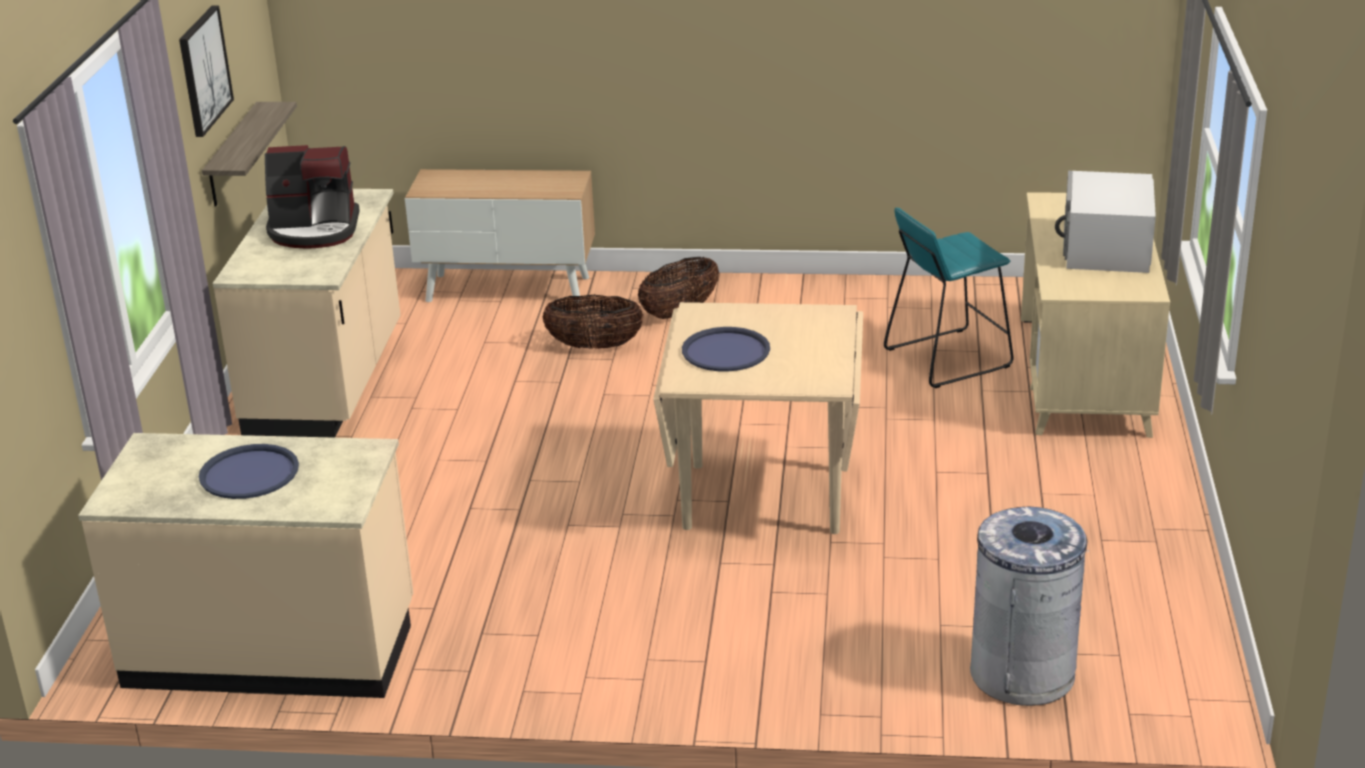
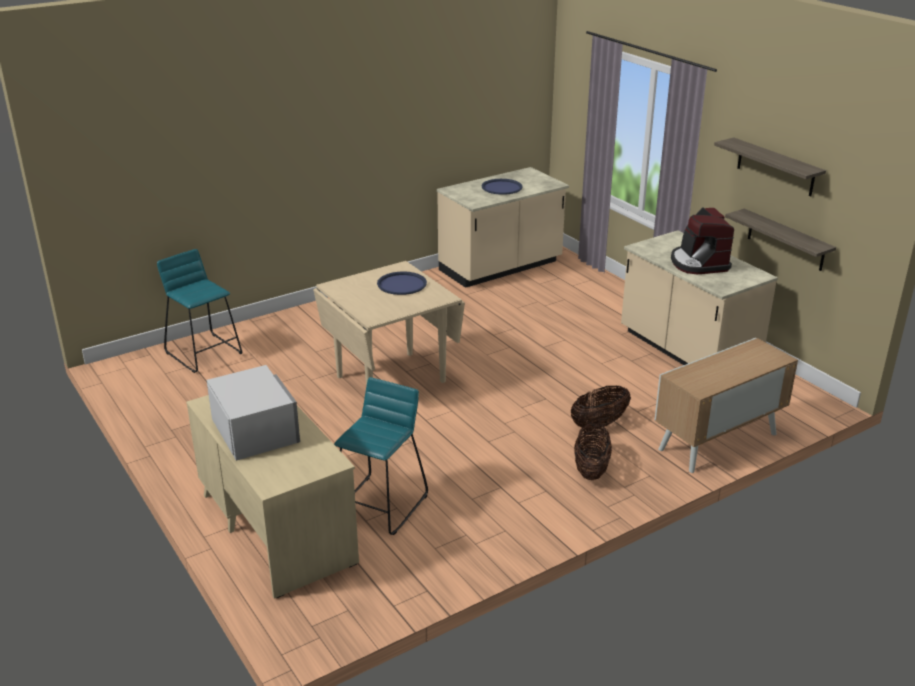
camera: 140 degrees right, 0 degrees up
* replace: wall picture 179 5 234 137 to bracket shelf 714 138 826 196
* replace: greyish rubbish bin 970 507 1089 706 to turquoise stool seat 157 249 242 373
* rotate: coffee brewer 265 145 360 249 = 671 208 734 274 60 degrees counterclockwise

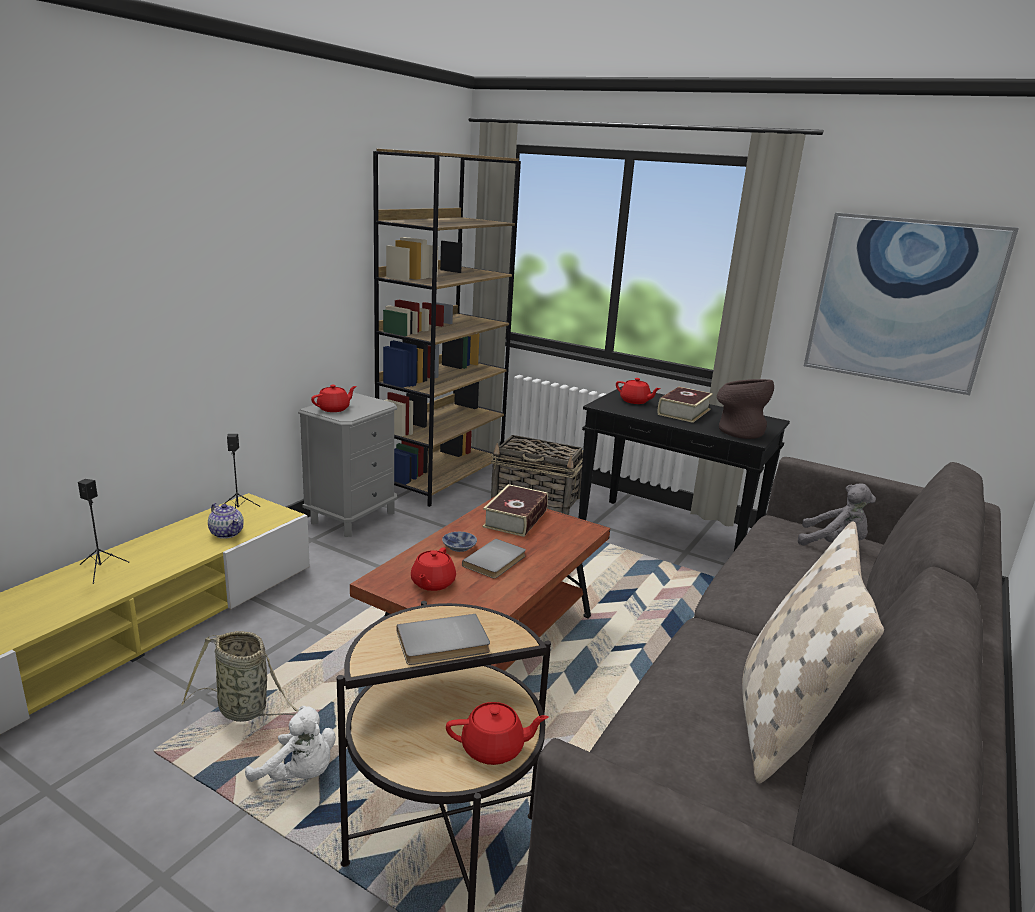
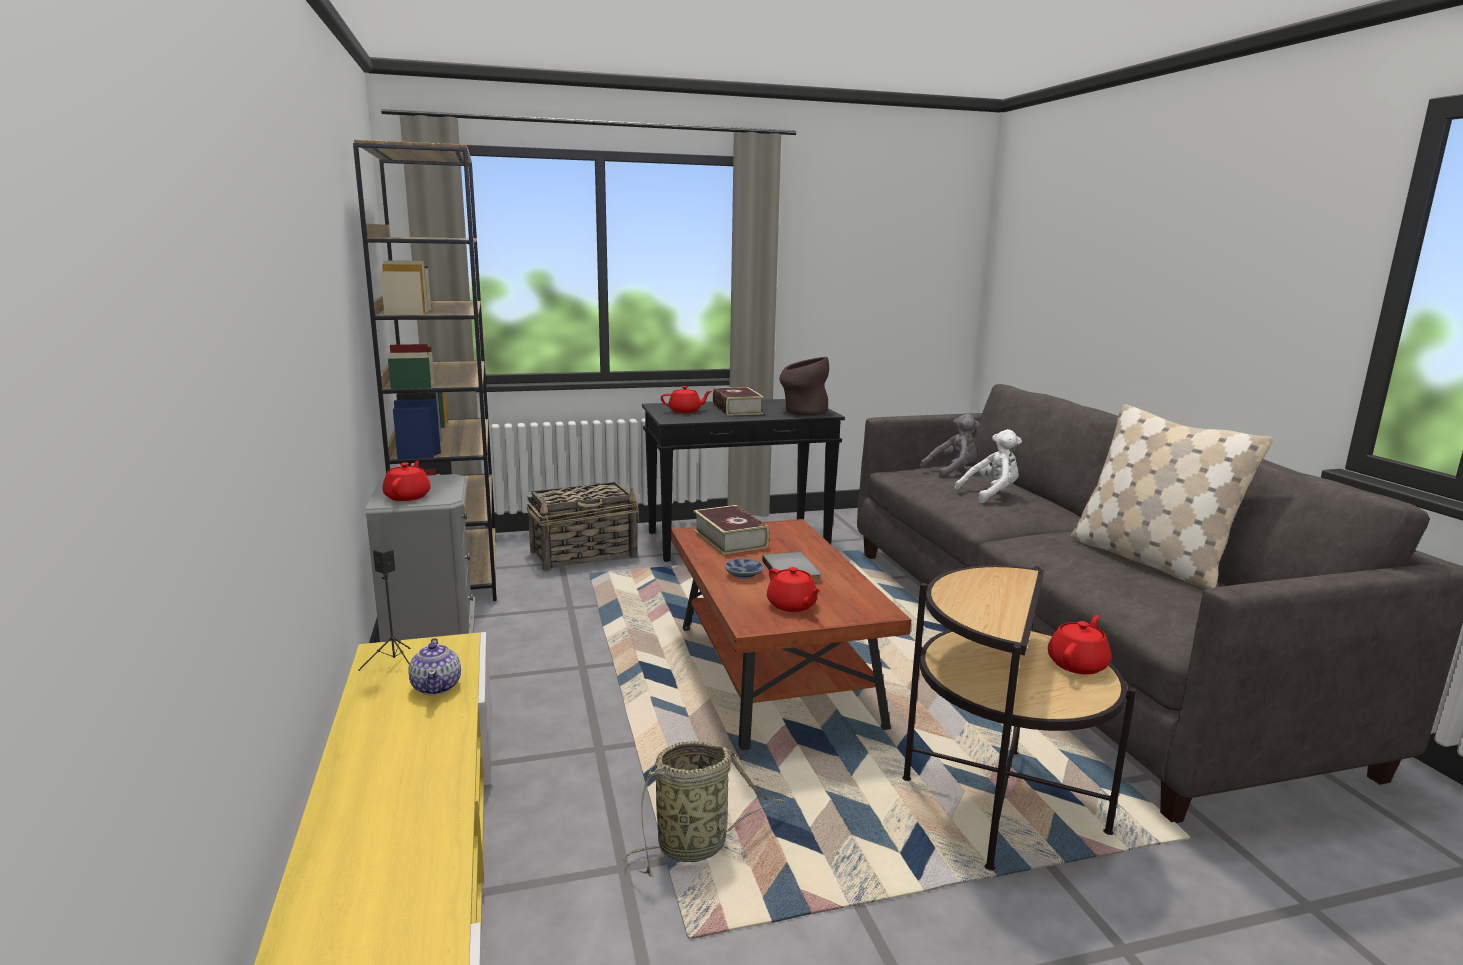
camera: 45 degrees left, 5 degrees down
* delete: black-coloured audio speaker 78 479 129 584
* delete: greyish bound book 397 614 490 665
* delete: wall picture 804 213 1019 395
* move: white-coloured cuddly toy 245 706 335 782 to 954 429 1022 503
* rotate: teapot 208 503 244 539 = 408 638 461 695 75 degrees clockwise

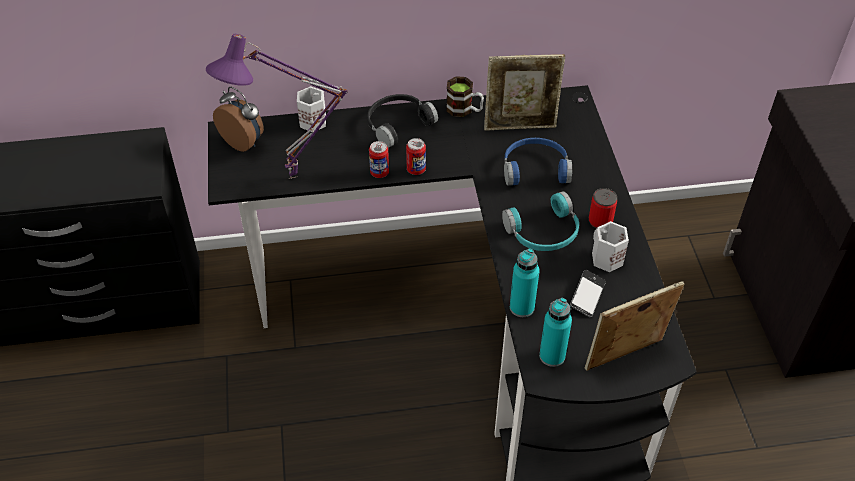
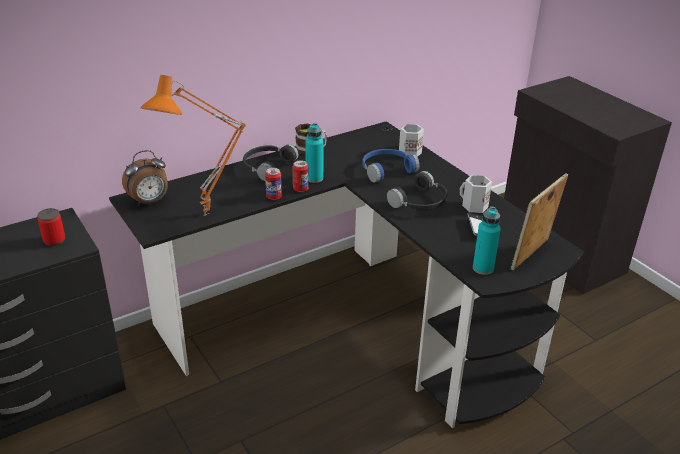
camera: 25 degrees left, 15 degrees down
* delete: photo frame 484 54 565 130
* move: white-coloured coffee mug 297 86 326 132 to 399 124 424 157
* move: turquoise bottle 510 248 540 317 to 305 123 324 183
* move: metal can 589 188 617 229 to 37 208 65 246
* recolor: purplish tabletop lamp 206 34 348 179 to orange tabletop lamp 141 75 246 216
* recolor: turquoise headset 502 191 579 251 to black-coloured headset 387 171 448 211
* rotate: alarm clock 213 87 264 152 = 122 150 168 206 135 degrees clockwise

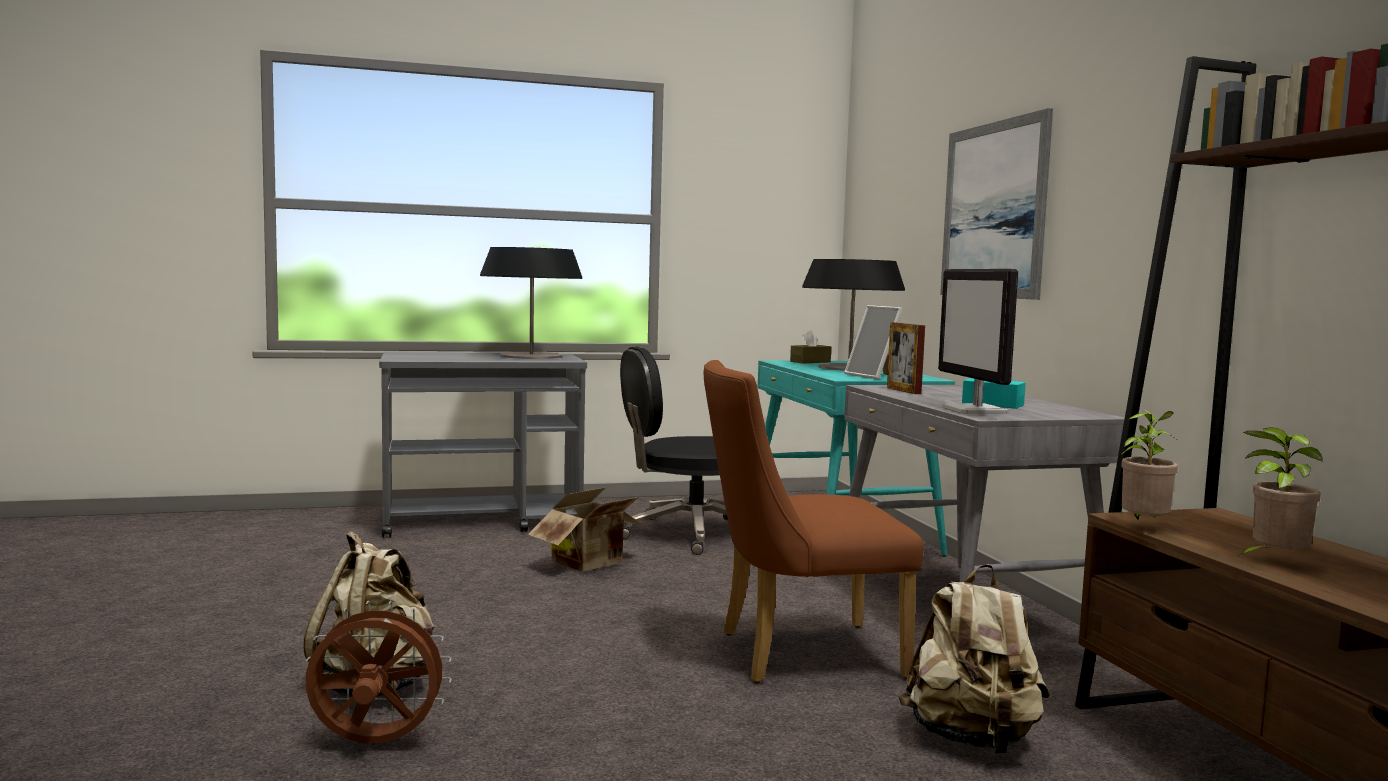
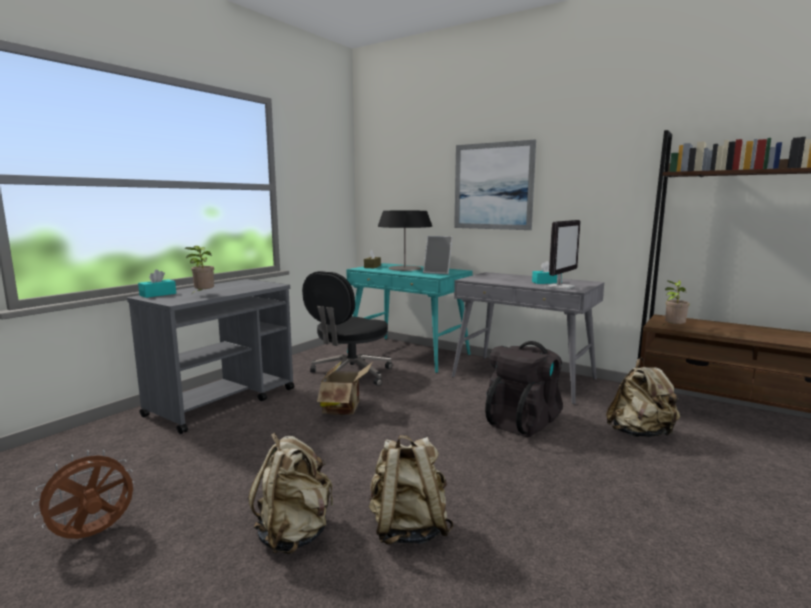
camera: 40 degrees left, 5 degrees up
* delete: tabletop lamp 480 247 582 359
* delete: photo frame 887 323 925 394
* insert: turquoise box of tissues 138 269 176 298
* insert: beige rucksack 248 433 333 554
* move: brown electric fan 306 601 452 743 to 32 450 134 539
* move: potted plant 1237 427 1323 557 to 184 246 214 293
* replace: brown upright chair 704 360 924 683 to black-coloured rucksack 485 341 563 437
* rotate: monitor 938 269 1018 414 = 544 220 581 290 90 degrees counterclockwise

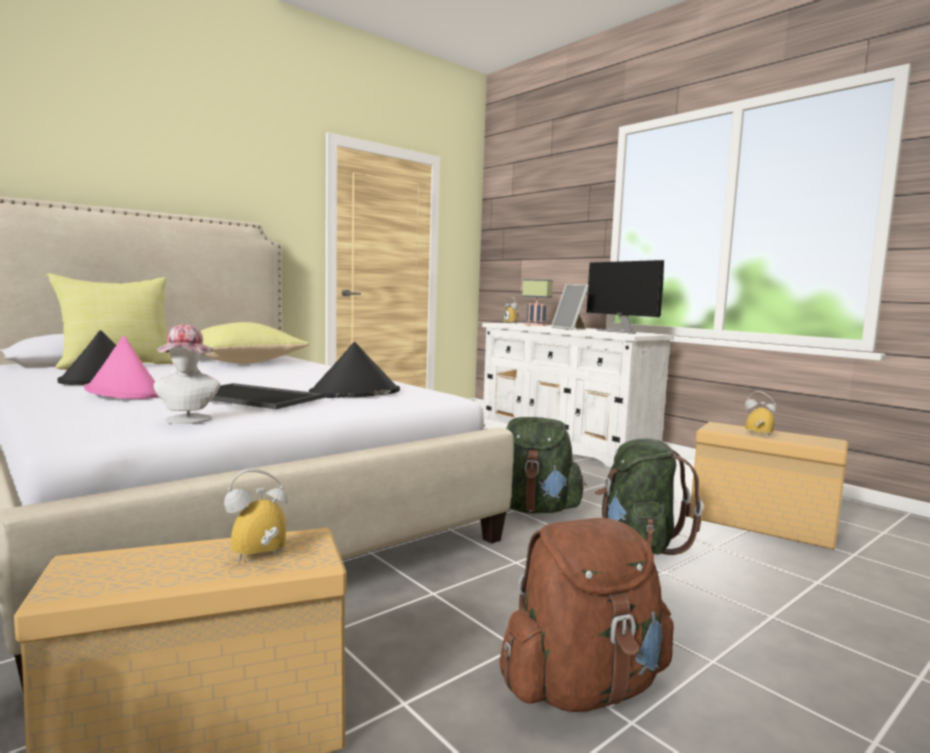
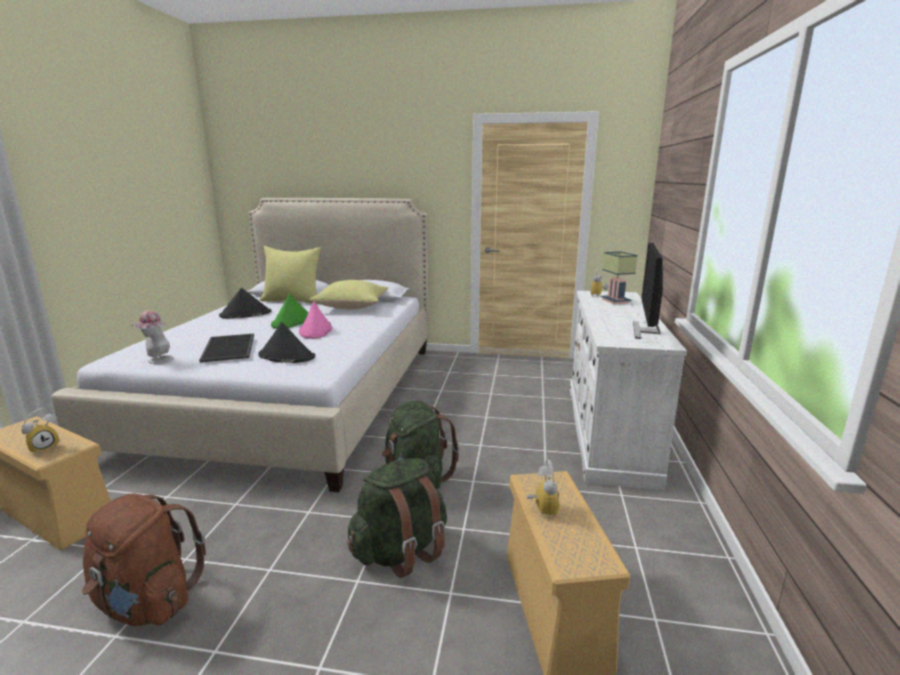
camera: 50 degrees right, 10 degrees up
* delete: photo frame 551 284 589 330
* insert: green wearable hat 271 294 308 329
* move: pink wearable hat 84 336 159 399 to 299 302 333 339
* rotate: alarm clock 224 469 288 564 = 21 408 60 455 105 degrees clockwise

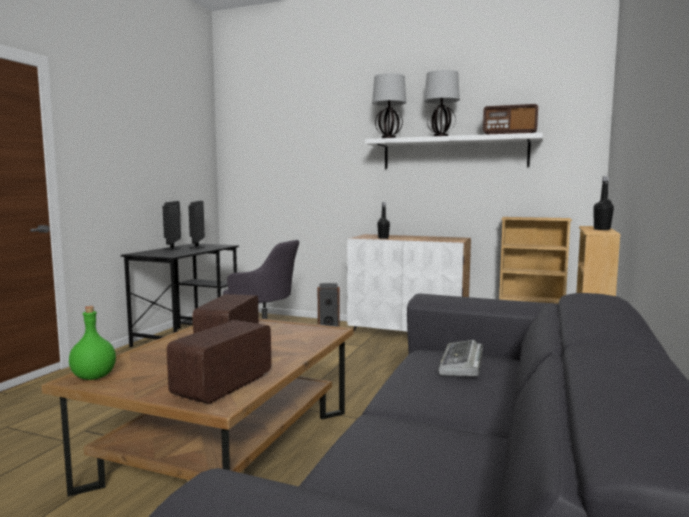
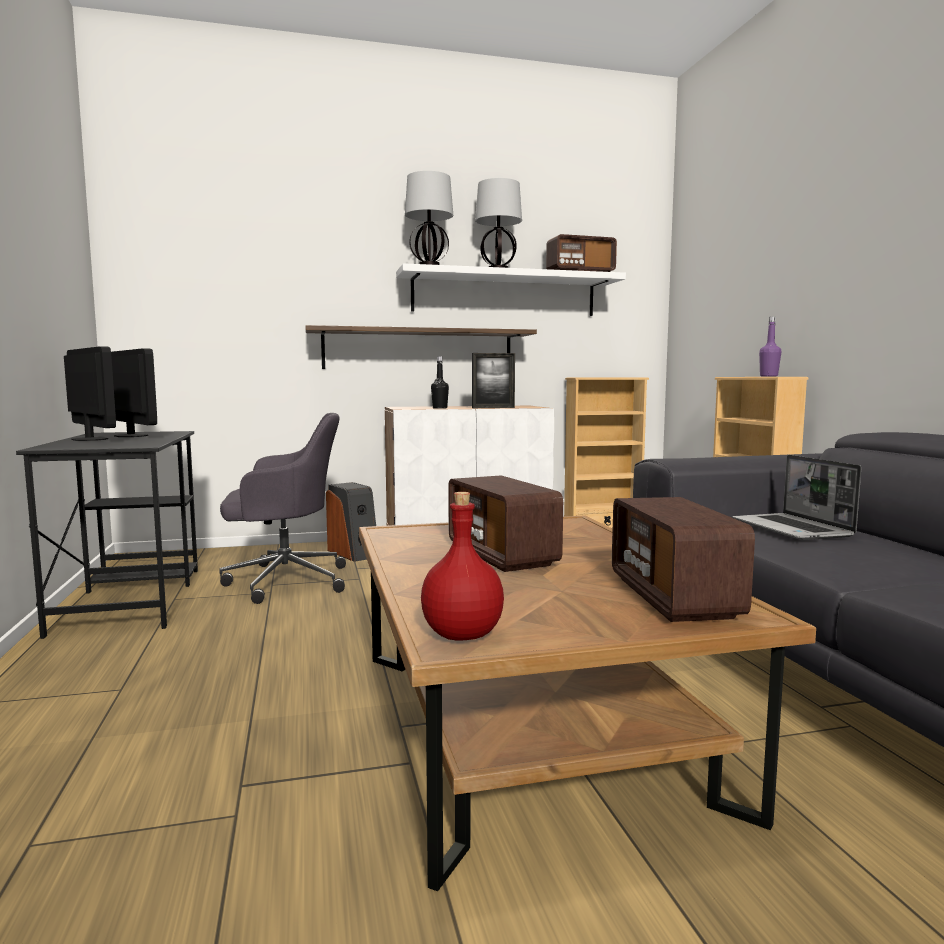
camera: 35 degrees left, 0 degrees up
* insert: bracket shelf 306 325 537 369
* insert: photo frame 472 353 515 408
* replace: keyboard 438 340 483 376 to laptop 732 455 861 540
* recolor: green bottle 69 306 116 380 to red-coloured bottle 421 492 504 641
* recolor: black-coloured bottle 593 176 614 230 to purplish bottle 759 317 781 376

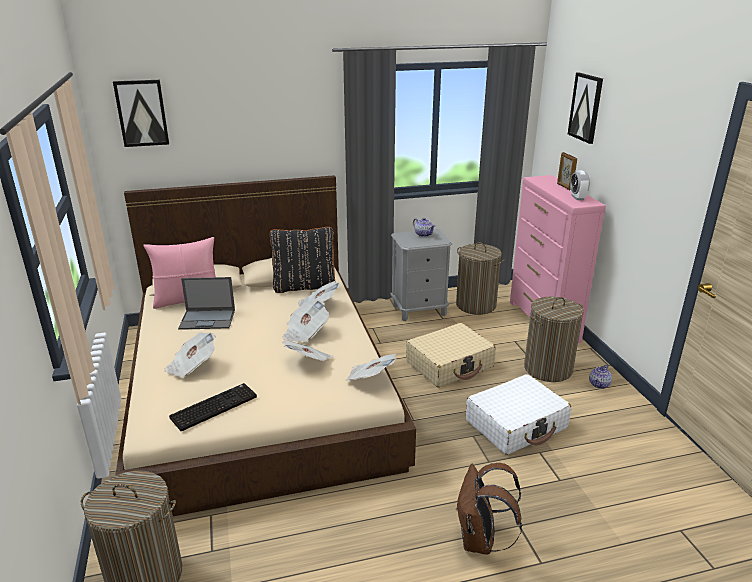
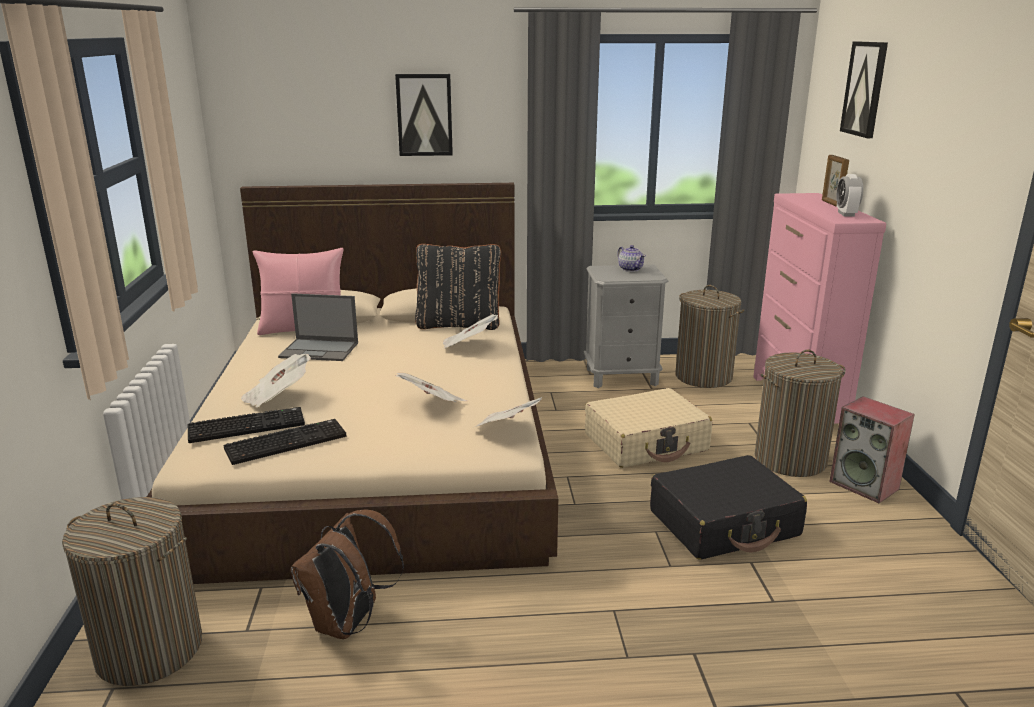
camera: 10 degrees right, 5 degrees down
* delete: printed paper 282 300 329 343
* insert: keyboard 188 407 305 443
* move: wall picture 113 80 169 147 to 395 74 453 156
* move: brown rucksack 456 463 522 555 to 290 509 404 639
* replace: teapot 589 364 612 389 to audio speaker 829 396 915 503
* recolor: white-coloured travel case 466 374 571 455 to black-coloured travel case 650 455 807 560

